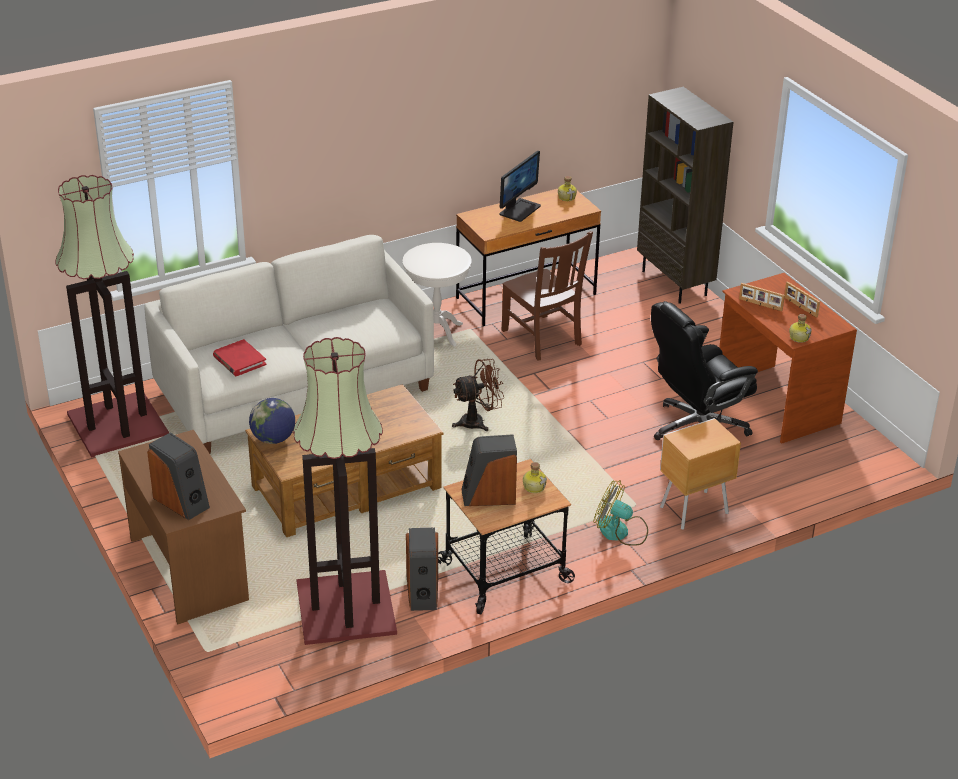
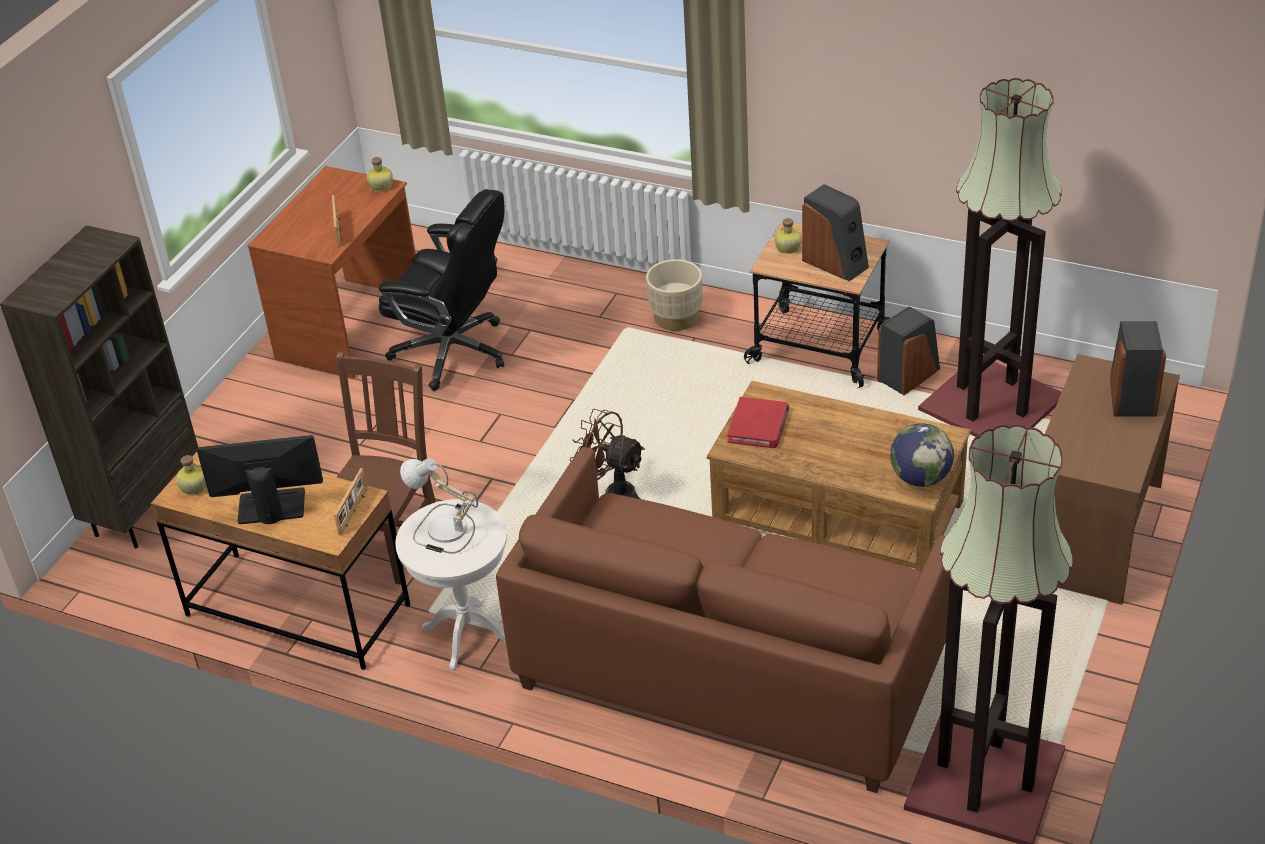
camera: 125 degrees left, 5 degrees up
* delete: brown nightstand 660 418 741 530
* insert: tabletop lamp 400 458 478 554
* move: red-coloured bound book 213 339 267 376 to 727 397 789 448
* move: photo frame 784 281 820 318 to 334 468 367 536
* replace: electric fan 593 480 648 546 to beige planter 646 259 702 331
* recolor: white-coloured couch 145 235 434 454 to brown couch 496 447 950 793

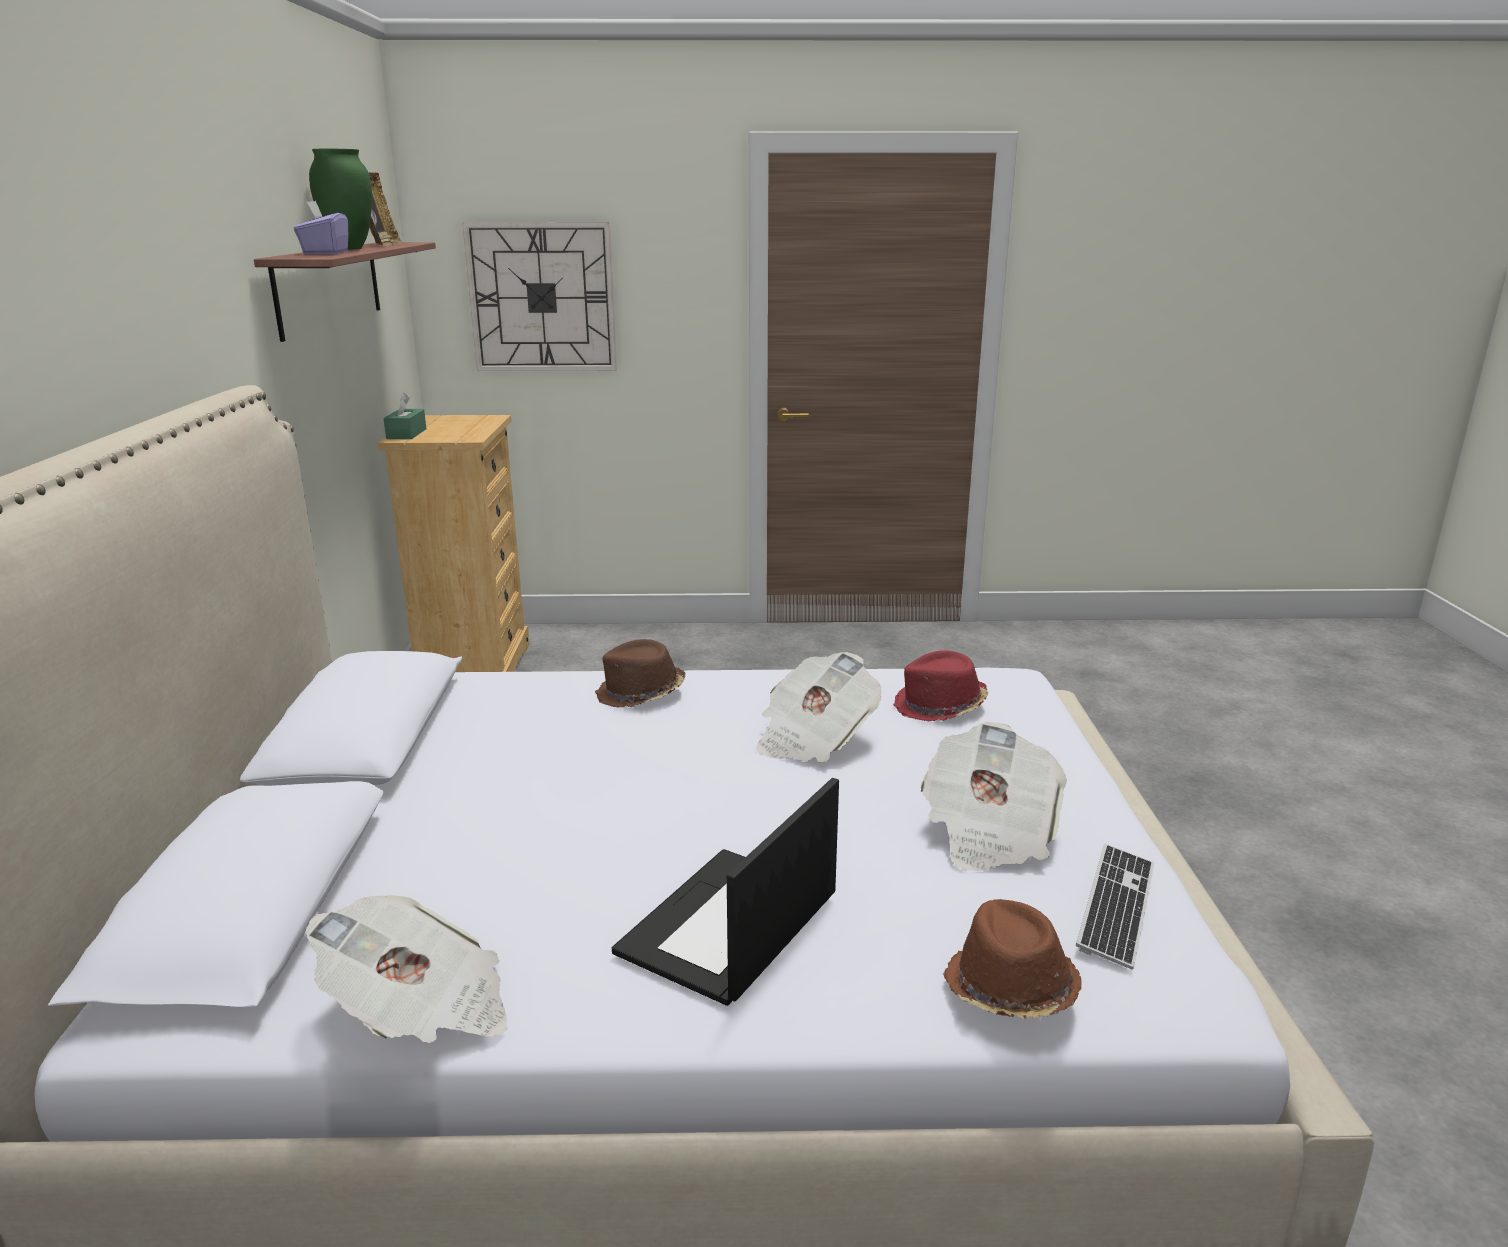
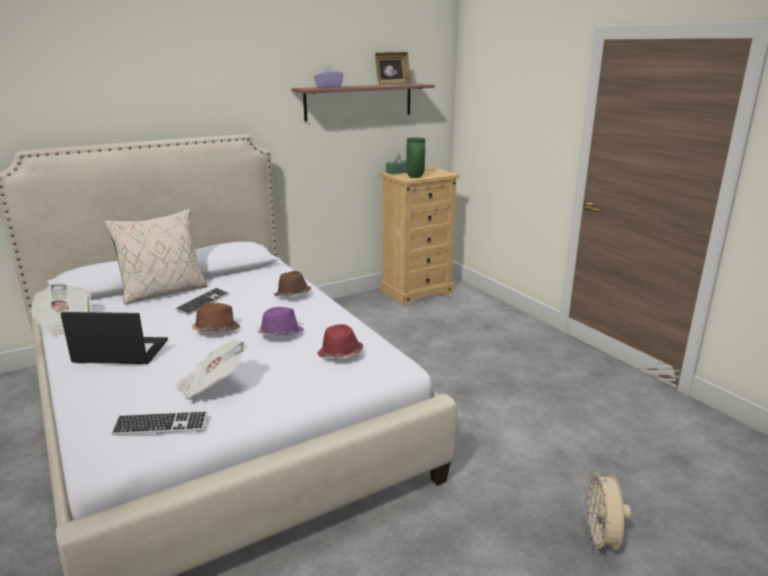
camera: 60 degrees right, 0 degrees up
* delete: clock on the wall 462 222 617 371
* insert: beige pillow 105 209 208 305
* insert: keyboard 175 288 229 315
* insert: beige electric fan 581 467 631 553
* move: green flower vase 309 149 372 250 to 406 137 425 178
* move: brown wearable hat 943 899 1082 1019 to 192 303 240 333
* replace: printed paper 756 652 882 762 to purplish wearable hat 258 307 304 336

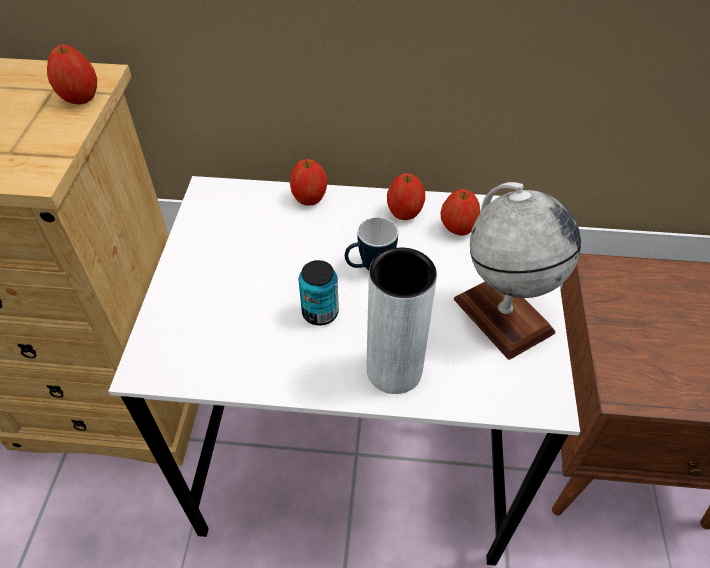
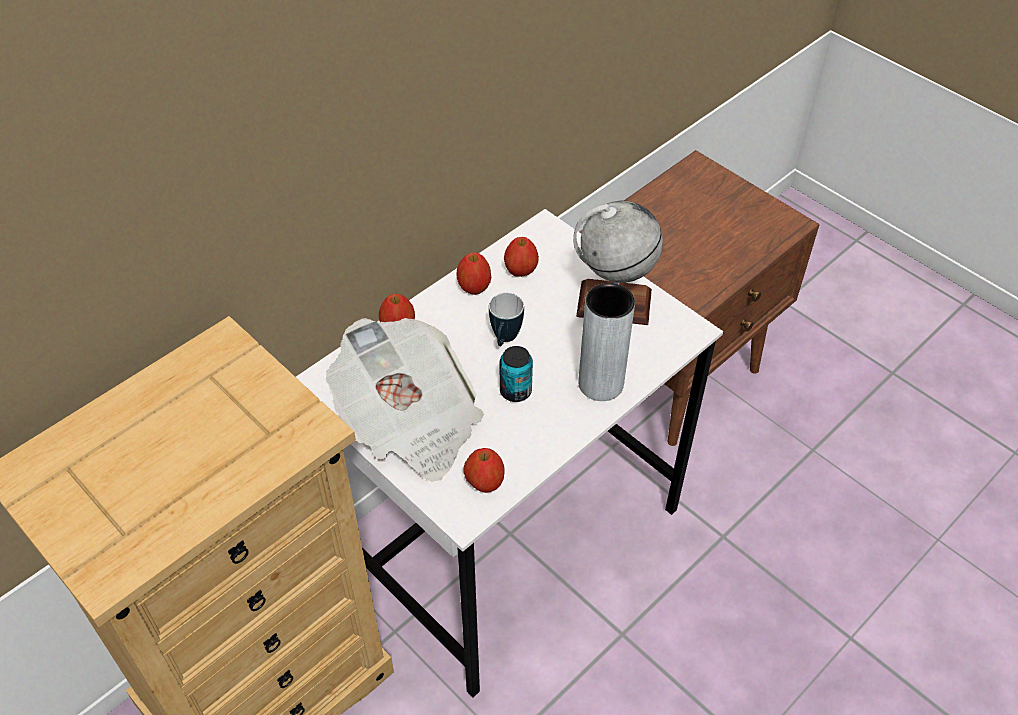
camera: 50 degrees left, 0 degrees up
* insert: printed paper 326 318 484 481
* move: apple fruit 47 45 97 105 to 463 448 505 493

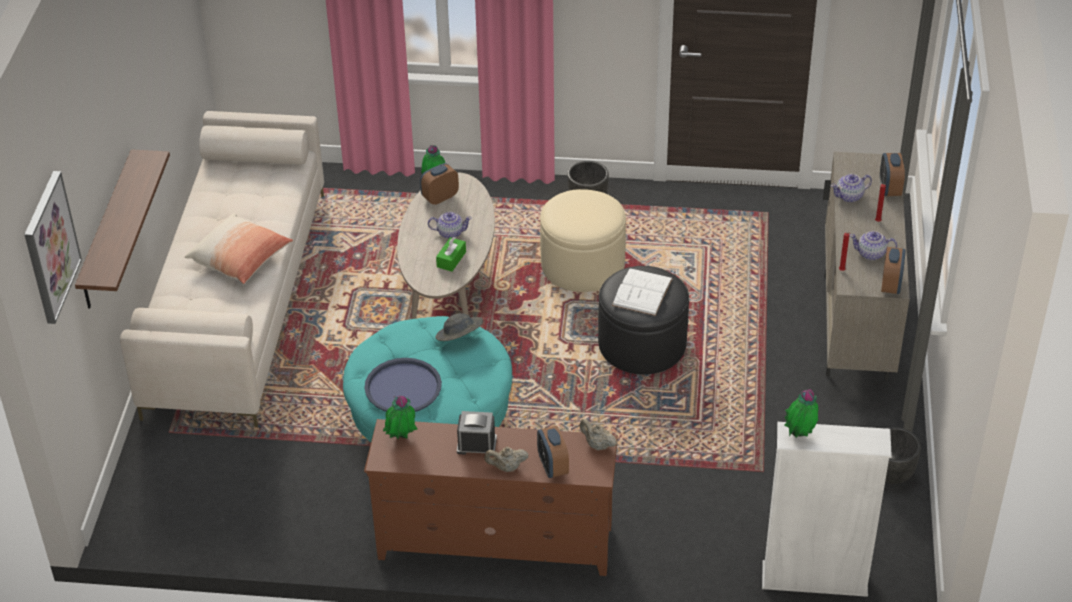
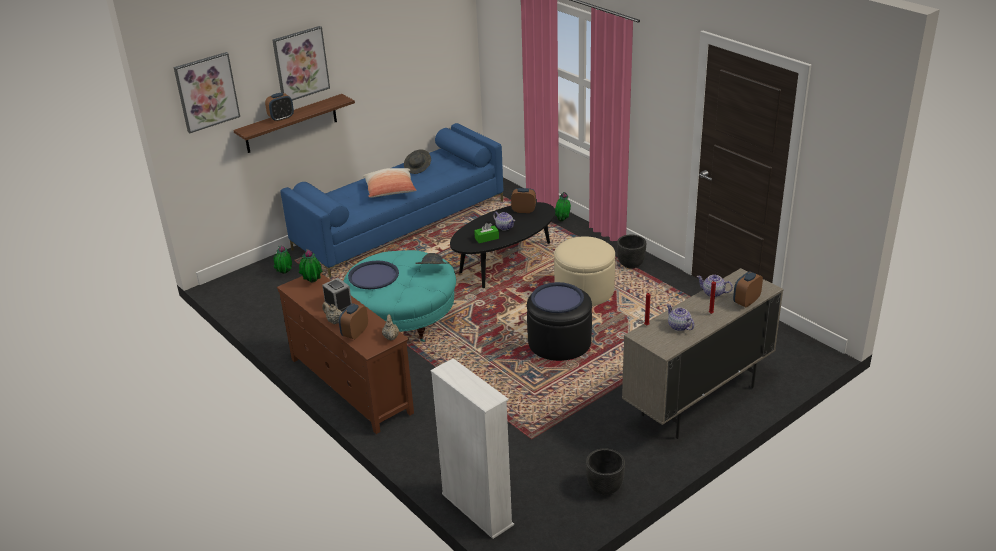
camera: 45 degrees right, 10 degrees down
* insert: wall picture 272 26 330 101
* insert: greyish wearable hat 404 149 431 174
* move: potted plant 784 389 818 438 to 273 245 292 274
* move: alarm clock 881 247 906 294 to 265 92 294 122
* replace: white-coloured bound book 612 268 673 316 to blue-coloured tray 531 282 584 313
* recolor: beige couch 120 111 324 427 to blue-coloured couch 281 123 503 278
* recolor: beige low table 397 172 495 319 to black-coloured low table 450 202 555 288

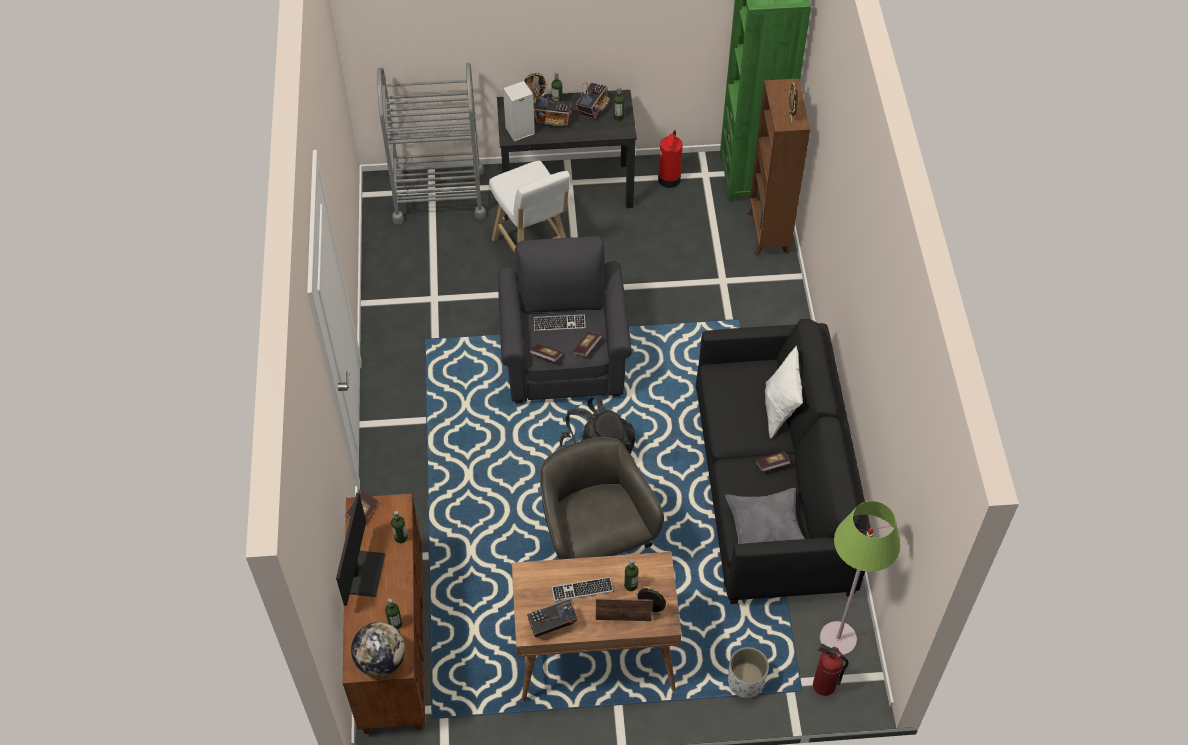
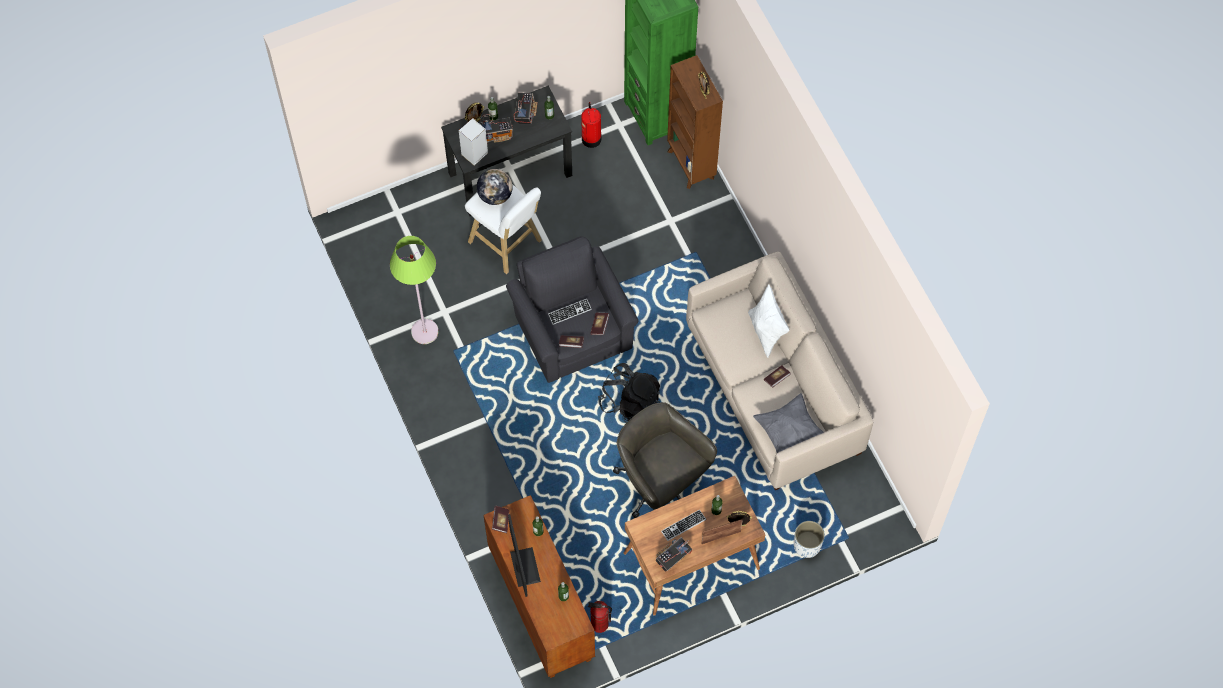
camera: 20 degrees left, 10 degrees up
* delete: greyish trolley 377 63 486 224
* move: globe 351 622 405 677 to 477 169 513 205
* move: extinguisher 813 644 848 696 to 587 601 612 633
* move: green standing lamp 820 501 900 656 to 390 236 439 344
* recolor: black-coloured couch 696 319 871 604 to beige couch 686 252 873 490

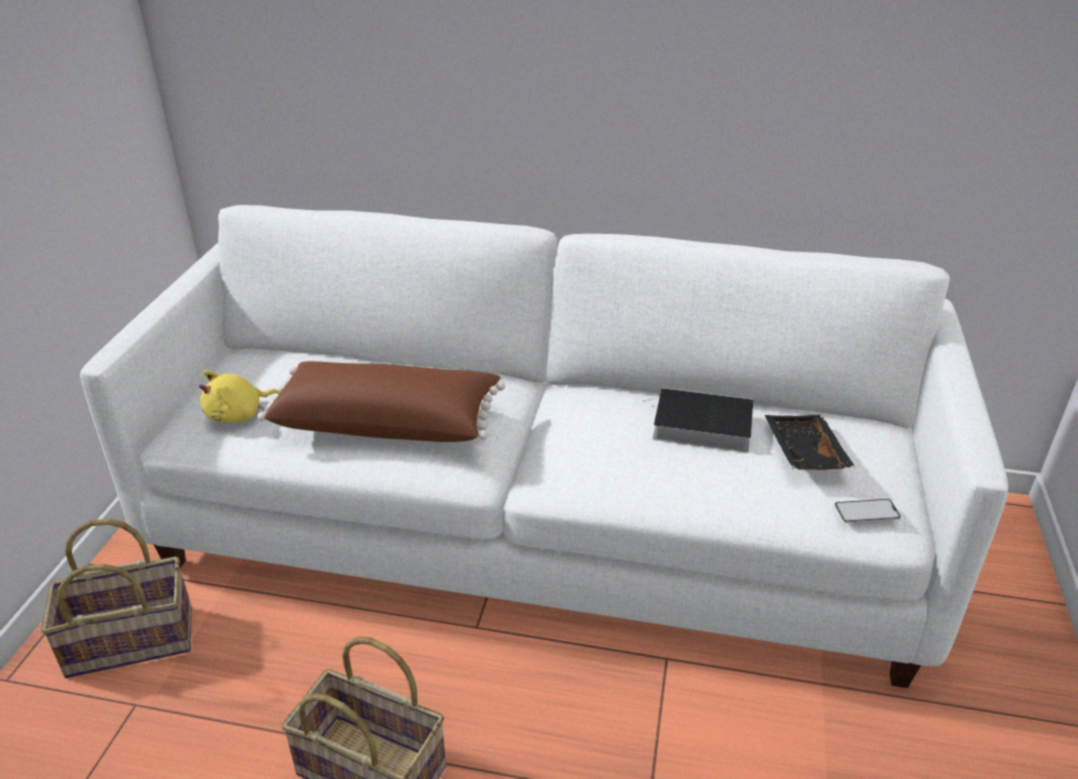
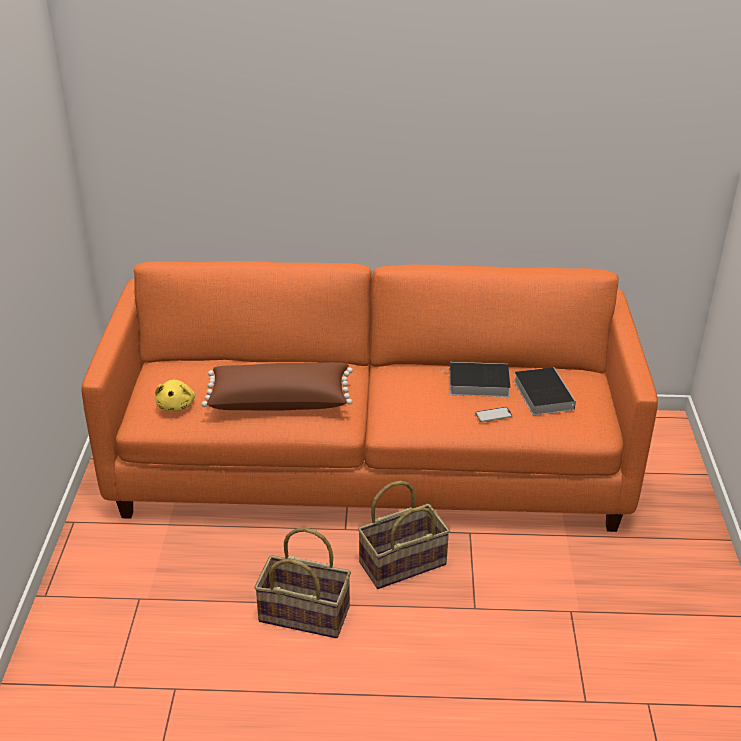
camera: 10 degrees left, 0 degrees up
* move: storage basket 41 519 192 678 to 358 481 450 589
* move: phone 835 499 901 523 to 475 407 513 422
* replace: black-coloured tray 765 415 855 470 to bound book 514 367 576 415
* recolor: white-coloured couch 80 205 1008 688 to orange couch 81 261 658 532
* rotate: yellowish cuddly toy 199 370 280 423 = 155 380 195 412 45 degrees counterclockwise

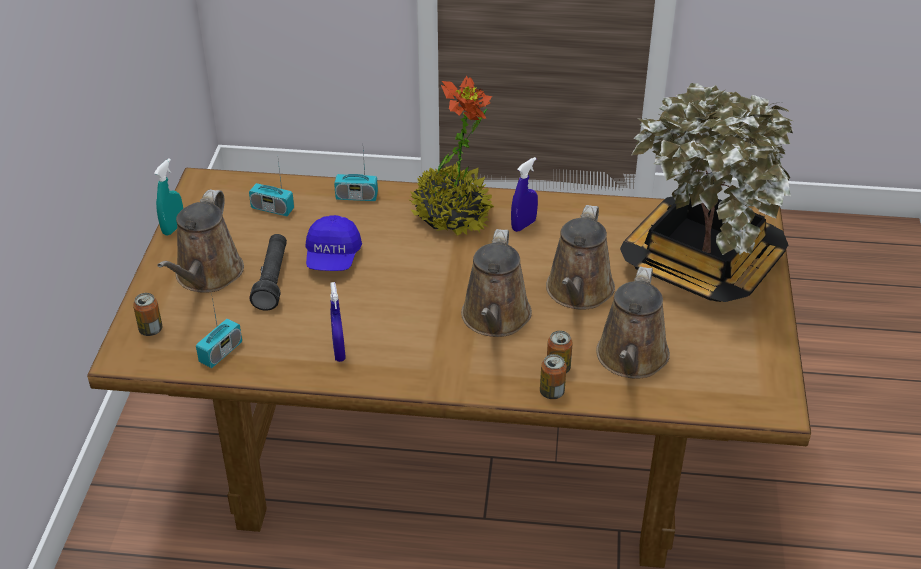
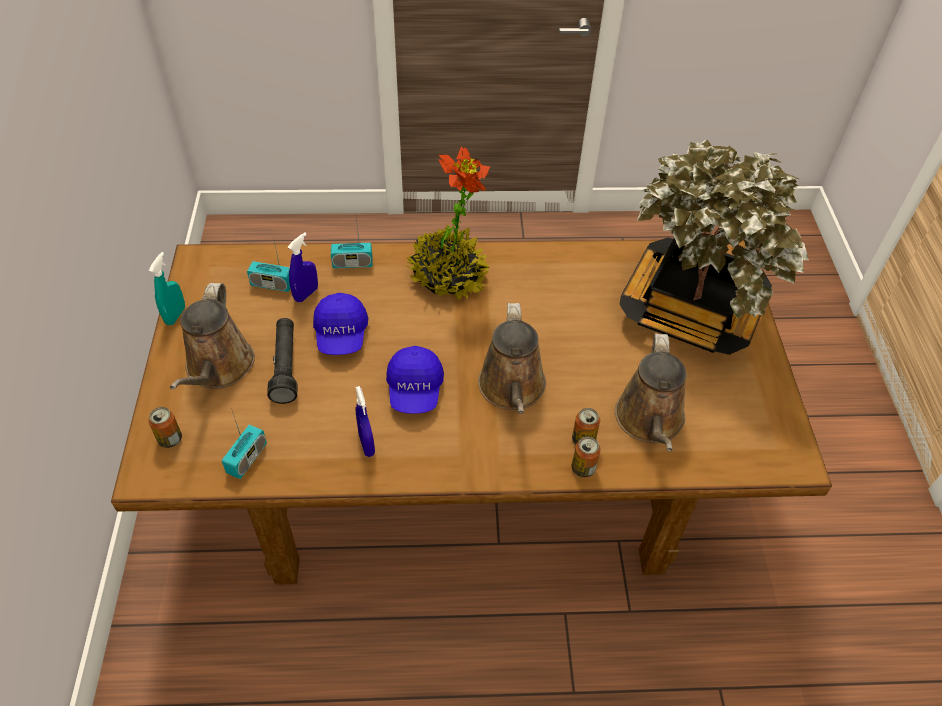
camera: 10 degrees left, 10 degrees up
* delete: brown watering can 546 205 615 310
* insert: blue-coloured cap 386 346 444 414
* move: blue-coloured sprayer 511 157 538 232 to 288 232 318 302

